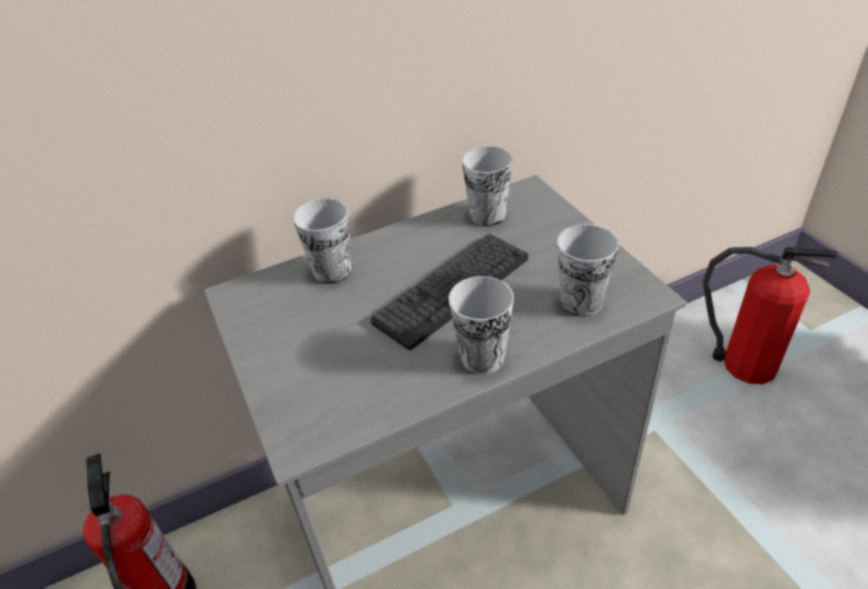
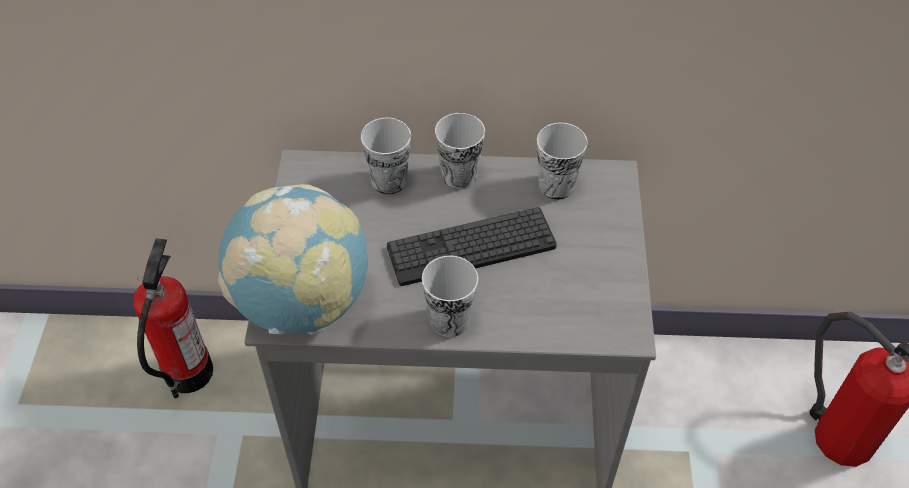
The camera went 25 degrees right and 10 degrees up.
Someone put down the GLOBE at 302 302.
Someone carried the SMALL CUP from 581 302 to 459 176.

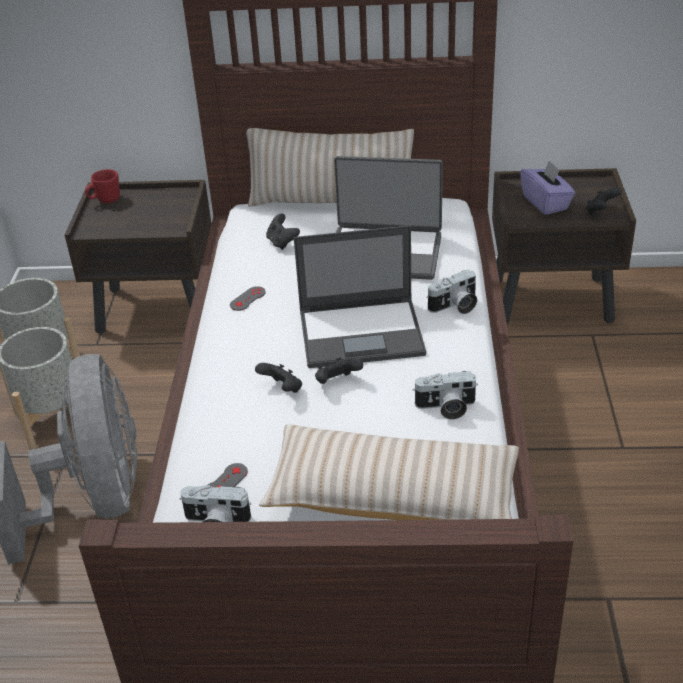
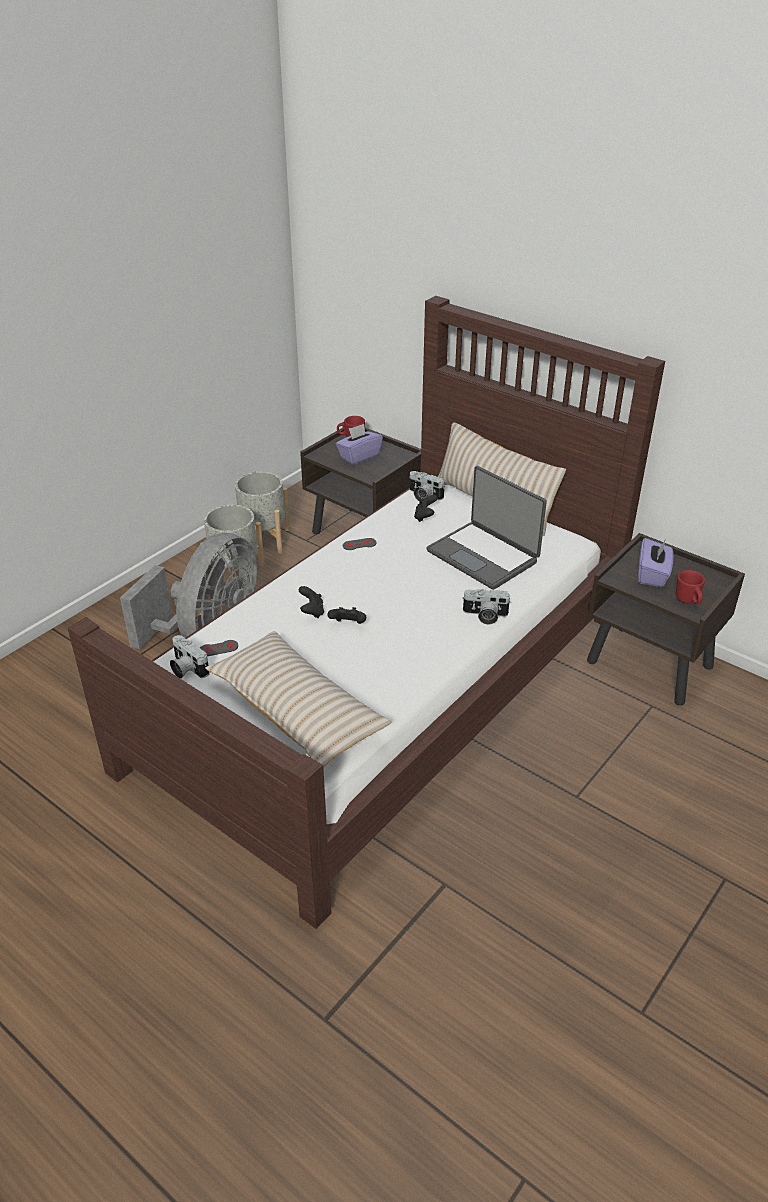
The camera went 35 degrees right and 0 degrees up.
Someone took away the PORTABLE COMPUTER at 363 333.
Someone put down the PURPLE-COLOURED TISSUE BOX at 359 456.
Someone carried the PHOTO CAMERA from 446 408 to 423 496.
Someone swapped the BLACK GAMEPAD at 600 211 for the REDDISH TEA MUG at 688 601.

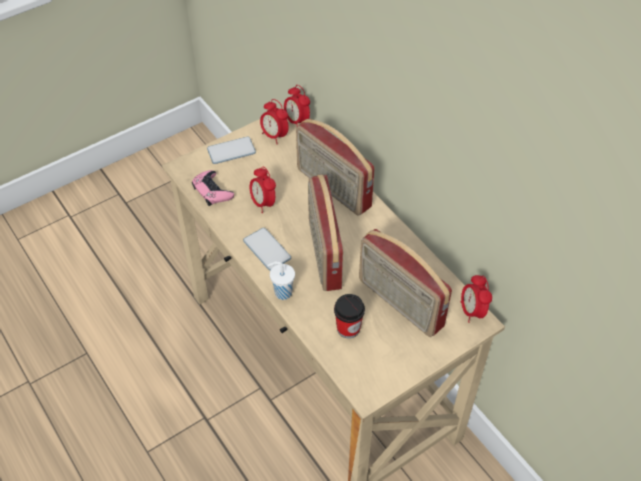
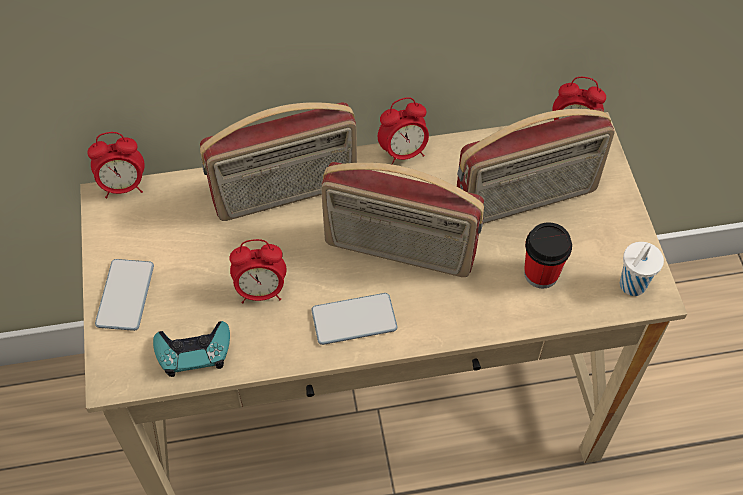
The camera went 65 degrees left and 5 degrees up.
Someone carried the BEDSIDE CLOCK from 274 136 to 403 153.
Someone carried the WHITISH SMALL CUP from 282 292 to 631 286.
Someone repainted the PINK-COLOURED GAMEPAD at 212 191, which became the TURQUOISE GAMEPAD at 194 352.

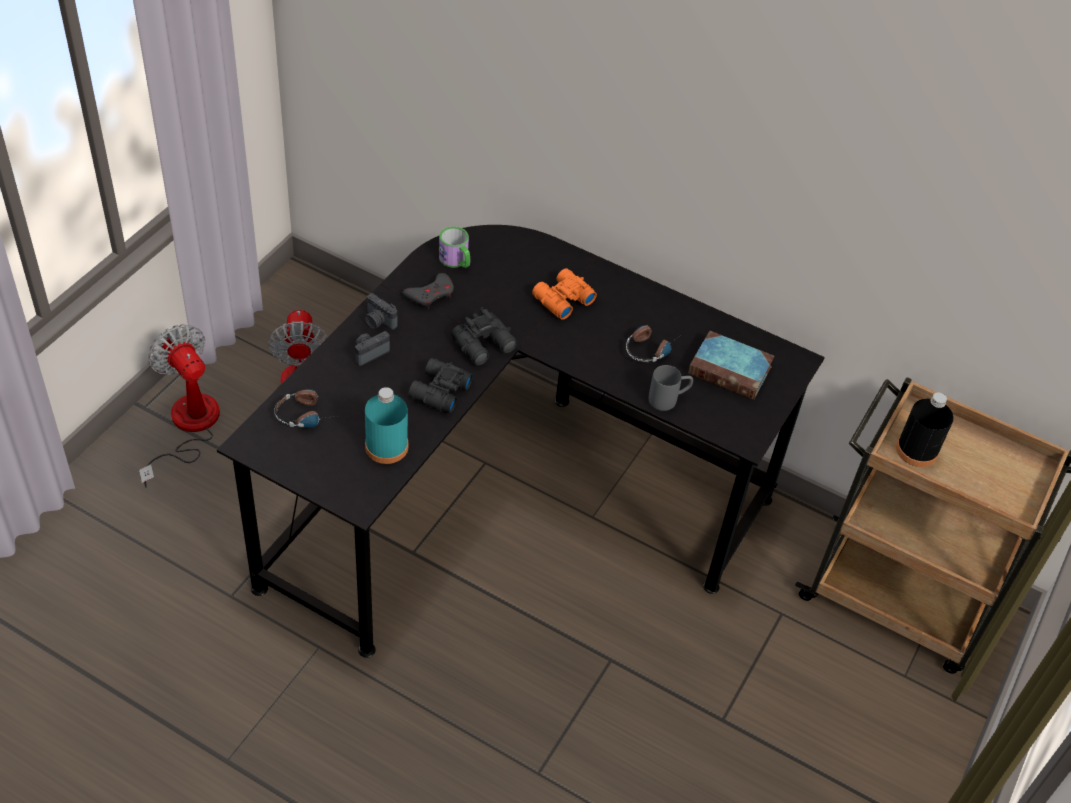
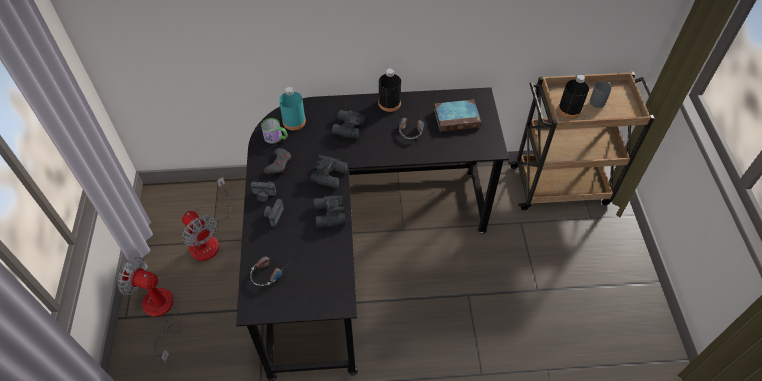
The camera went 30 degrees left and 5 degrees up.
Someone put down the BLACK BOTTLE at 389 103.
Someone carried the TURQUOISE BOTTLE from 386 447 to 294 121.
Someone carried the GRAY TEA MUG from 669 399 to 599 100.
Someone repainted the ORANGE BINOCULARS at 561 300, which became the BLACK BINOCULARS at 347 128.

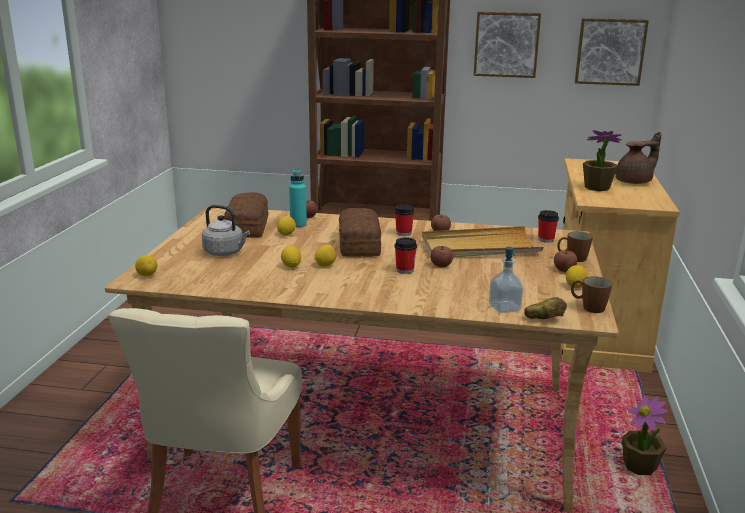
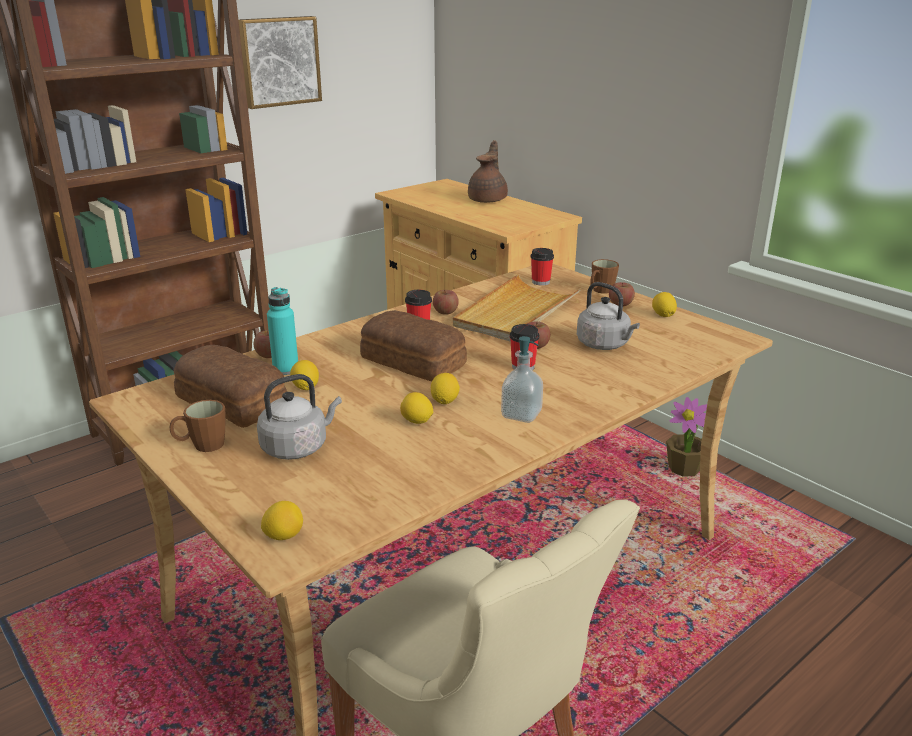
The camera went 50 degrees left and 5 degrees up.
Someone took away the POTATO at 544 319.
Someone took away the PICTURE at 610 51.
Someone took away the PLANT IN A POT at 597 187.
Someone put down the GRAY KETTLE at 605 345.
Someone carried the SOAP BOTTLE from 504 308 to 521 414.
Someone carried the BROWN-COLOURED TEA MUG from 588 307 to 202 446.

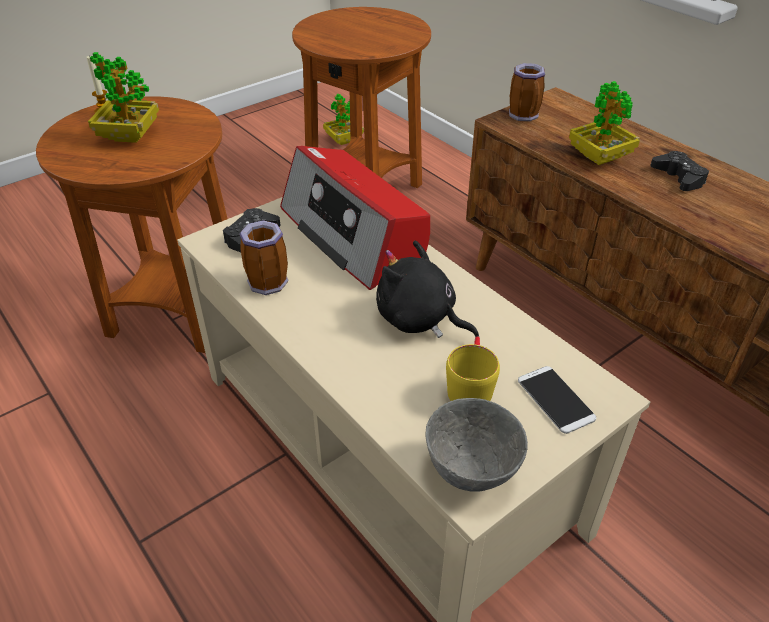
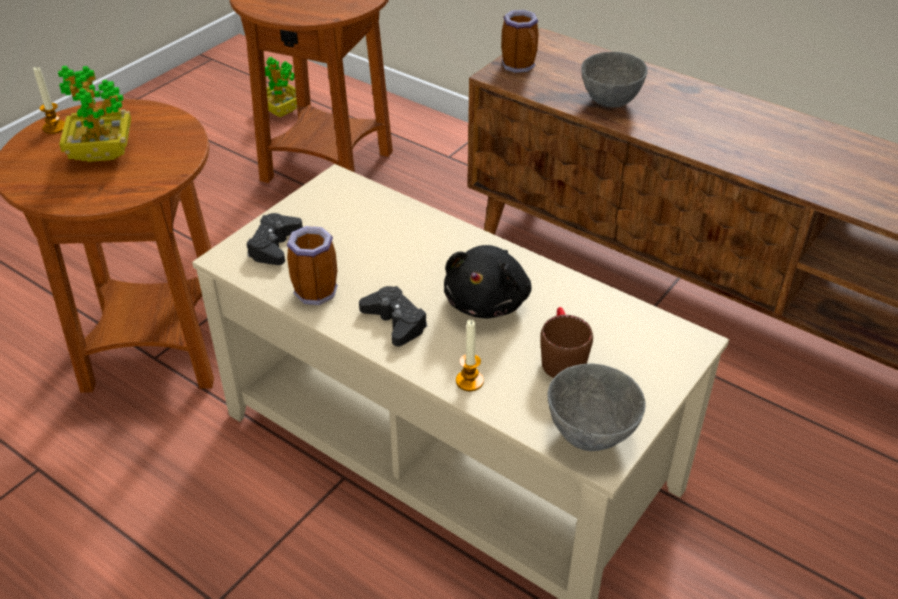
The camera went 15 degrees left and 0 degrees up.
Someone took away the RADIO RECEIVER at 353 234.
Someone took away the TELEPHONE at 555 399.
Someone put down the WAX CANDLE at 469 381.
Someone carried the BLACK GAMEPAD from 678 177 to 395 322.
Someone swapped the PLANT IN A POT at 599 157 for the GRAY DEEP DISH at 611 103.
Someone repainted the YELLOW-COLOURED TEA MUG at 470 386, which became the BROWN-COLOURED TEA MUG at 561 357.
Someone rotated the BLACK SOFT TOY at 419 319 by 90 degrees counterclockwise.

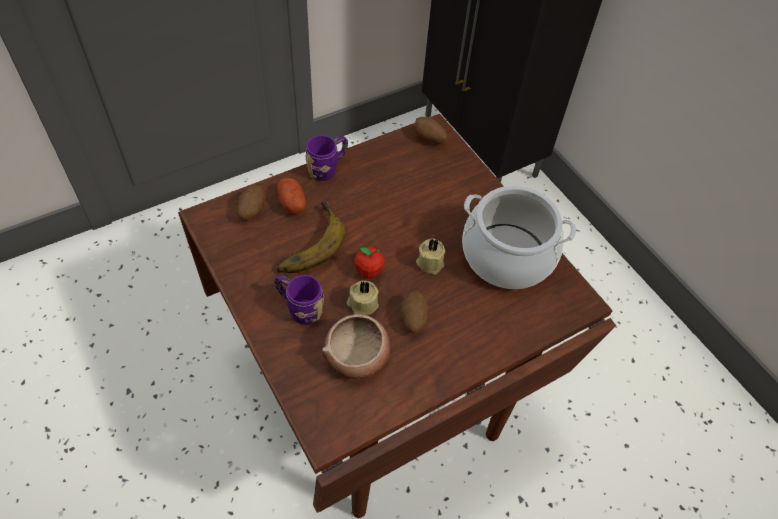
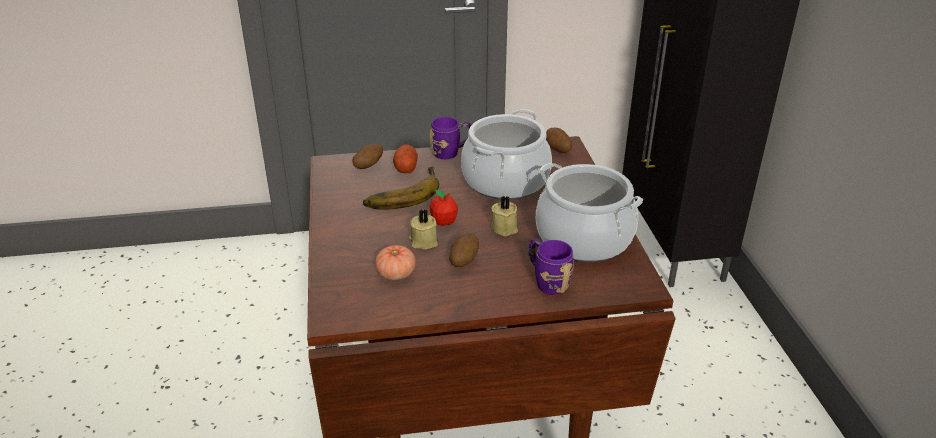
The camera went 25 degrees right and 20 degrees down.
Someone put down the STOCKPOT at 506 181.
Someone carried the PURPLE-COLOURED TEA MUG from 299 308 to 547 281.
Someone swapped the DEEP DISH at 358 356 for the TOMATO at 396 273.

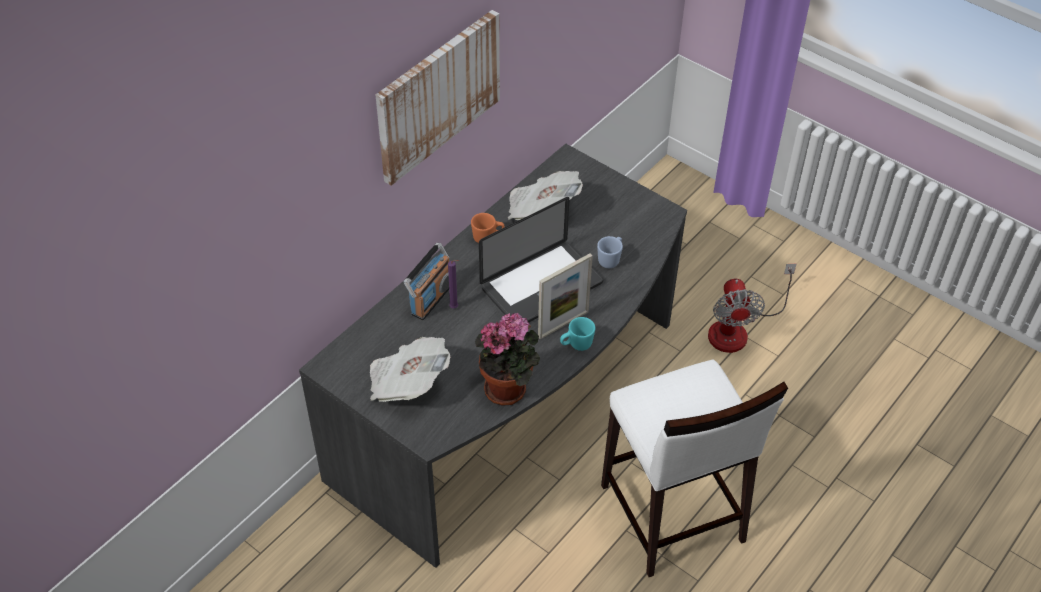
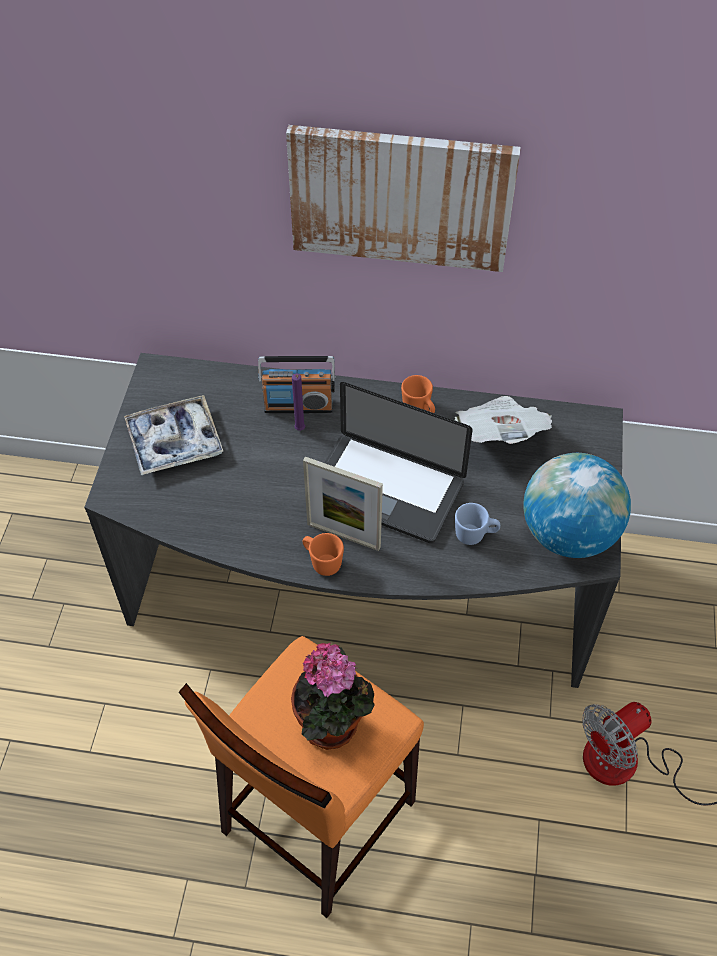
The camera went 60 degrees right and 5 degrees up.
Someone put down the GLOBE at 568 533.
Someone carried the PLANT IN A POT from 509 388 to 334 727.
Someone swapped the NEWSPAPER at 407 383 for the SERVING TRAY at 174 441.
Someone repainted the TURQUOISE TEA MUG at 576 345, which became the ORANGE TEA MUG at 322 562.
Someone repainted the WHITISH STOOL at 671 514, which became the ORANGE STOOL at 316 817.

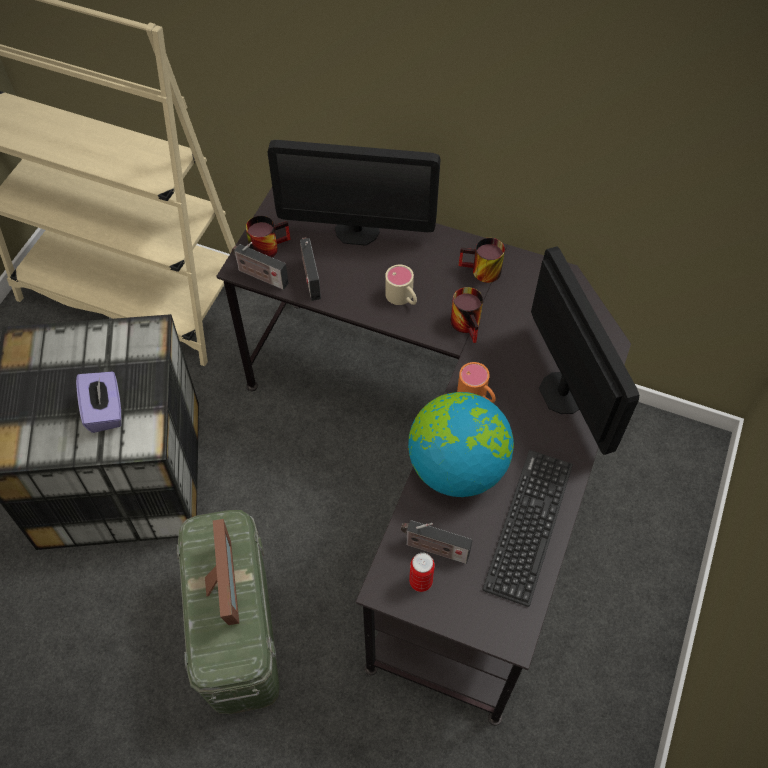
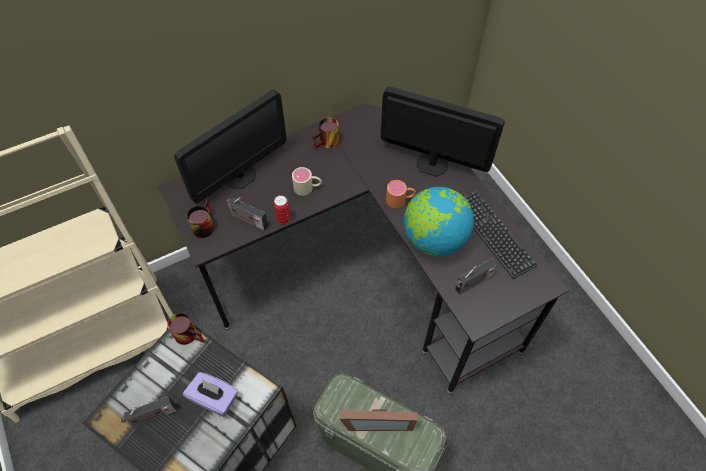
The camera went 50 degrees left and 0 degrees up.
Someone carried the RADIO RECEIVER from 260 276 to 152 417.
Someone carried the CAN from 420 581 to 283 219.
Someone carried the TEA MUG from 469 324 to 190 334.
Someone rotated the PHOTO FRAME at 220 588 by 150 degrees clockwise.

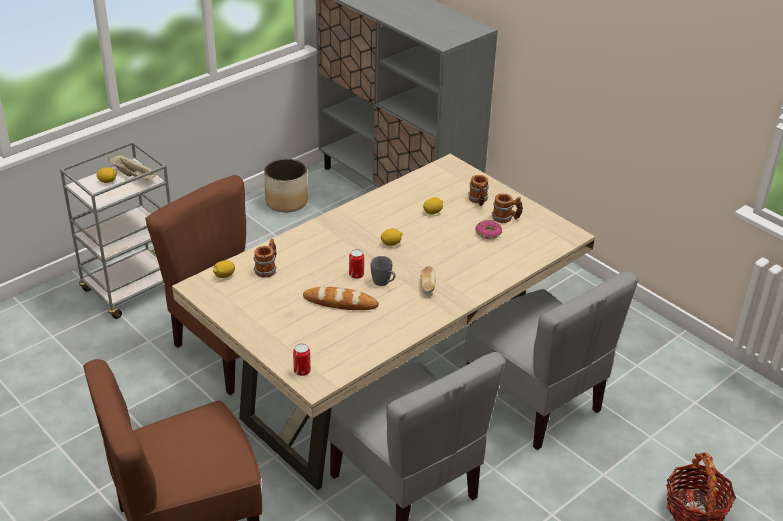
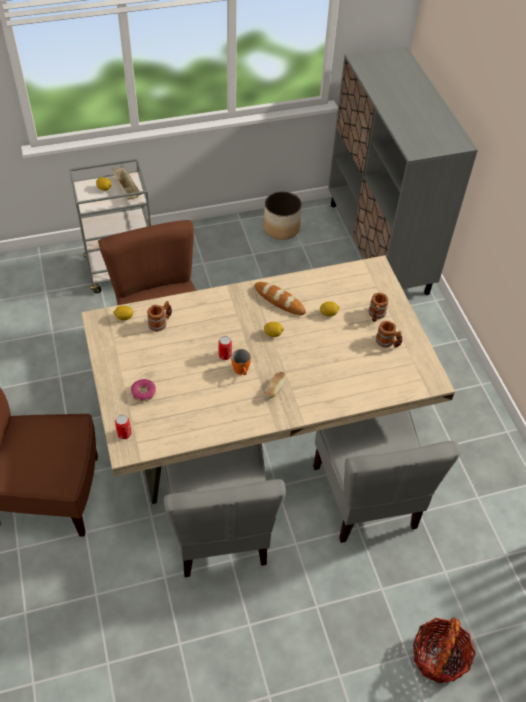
The camera went 25 degrees right and 15 degrees up.
Someone carried the BREAD from 340 302 to 279 300.
Someone carried the RING DOUGHNUT from 488 234 to 143 393.
Someone repainted the GRAY TEA MUG at 384 283, which became the ORANGE TEA MUG at 241 372.

